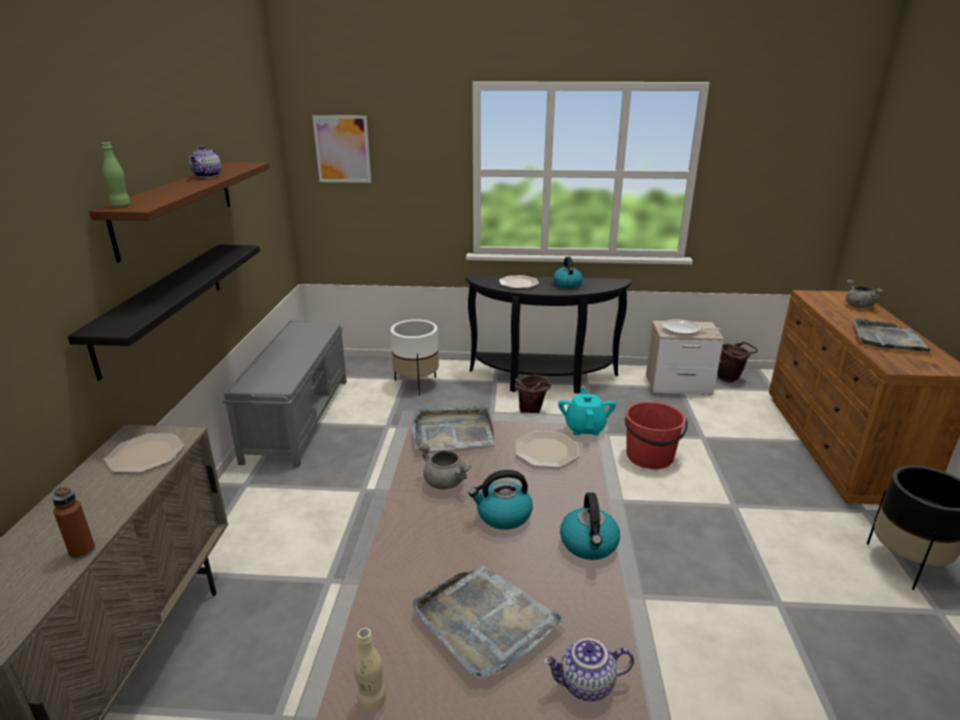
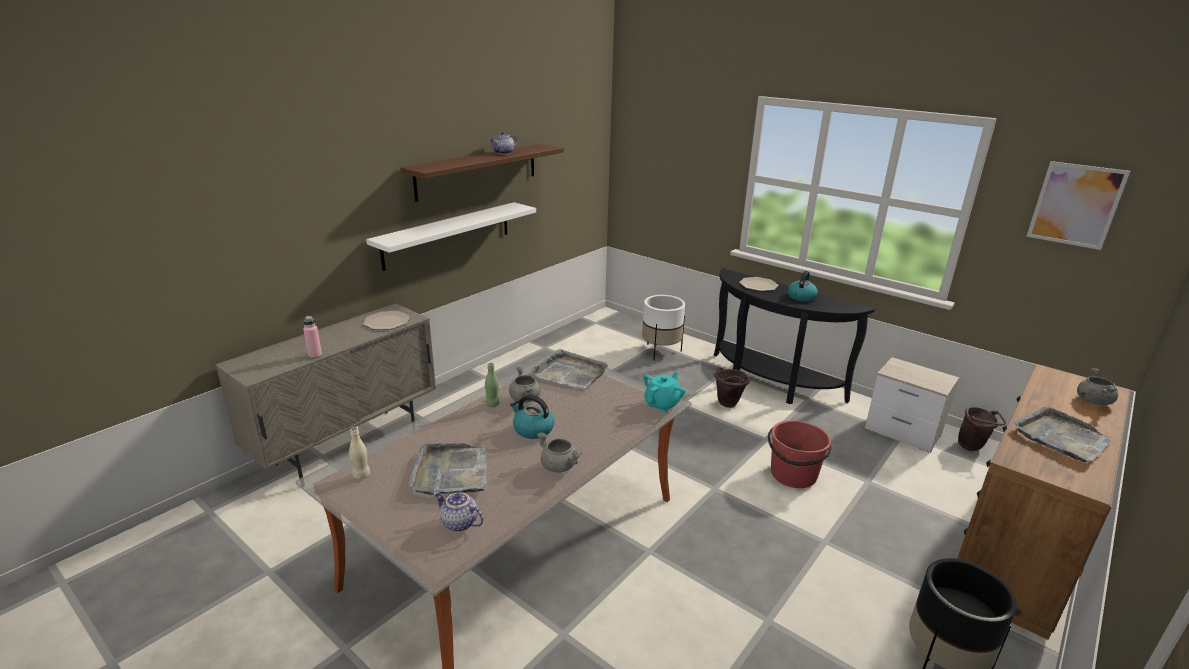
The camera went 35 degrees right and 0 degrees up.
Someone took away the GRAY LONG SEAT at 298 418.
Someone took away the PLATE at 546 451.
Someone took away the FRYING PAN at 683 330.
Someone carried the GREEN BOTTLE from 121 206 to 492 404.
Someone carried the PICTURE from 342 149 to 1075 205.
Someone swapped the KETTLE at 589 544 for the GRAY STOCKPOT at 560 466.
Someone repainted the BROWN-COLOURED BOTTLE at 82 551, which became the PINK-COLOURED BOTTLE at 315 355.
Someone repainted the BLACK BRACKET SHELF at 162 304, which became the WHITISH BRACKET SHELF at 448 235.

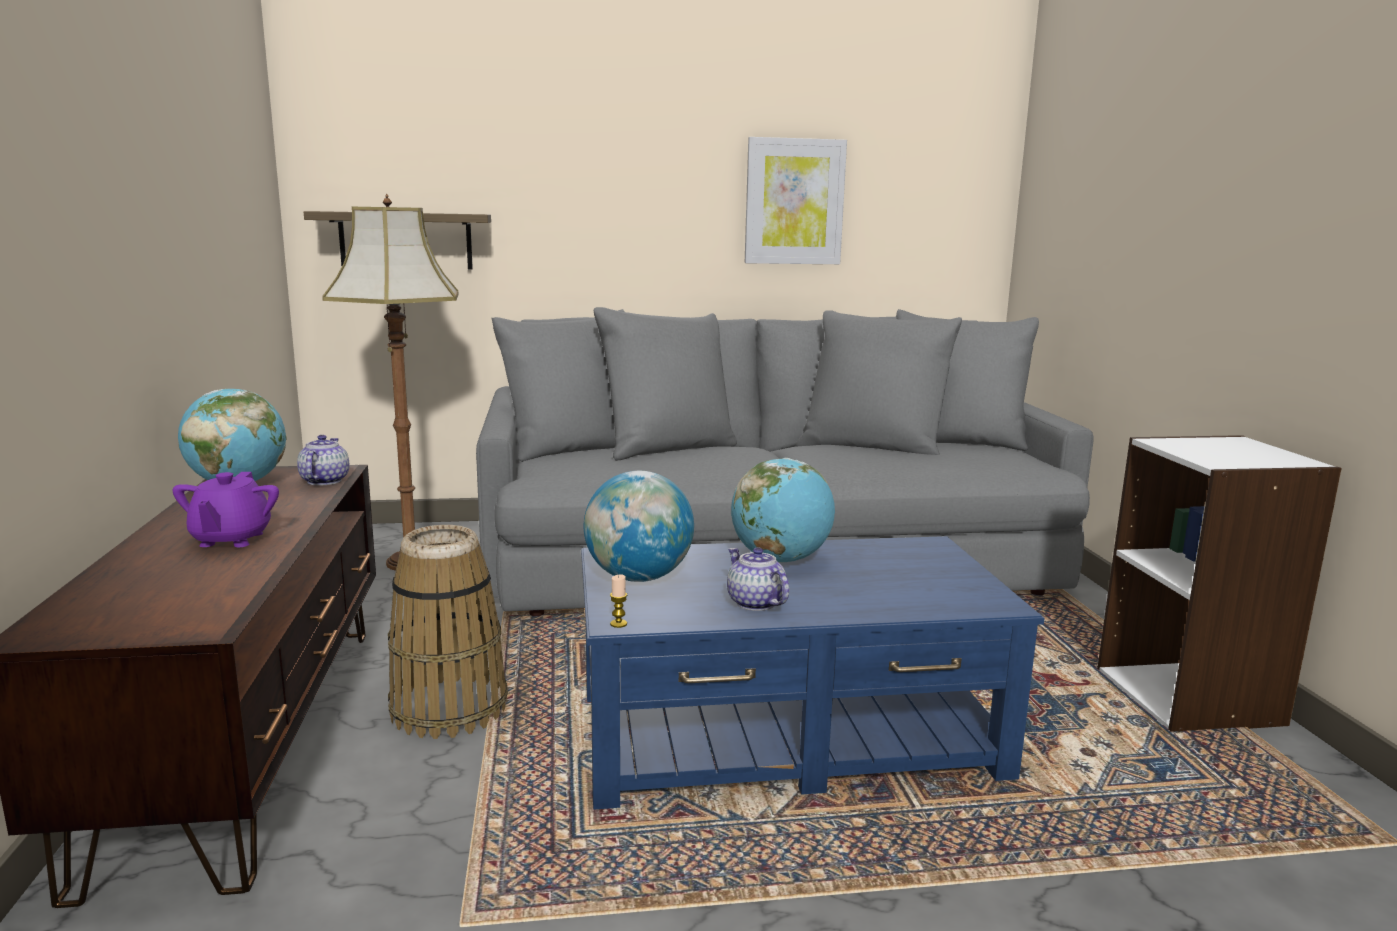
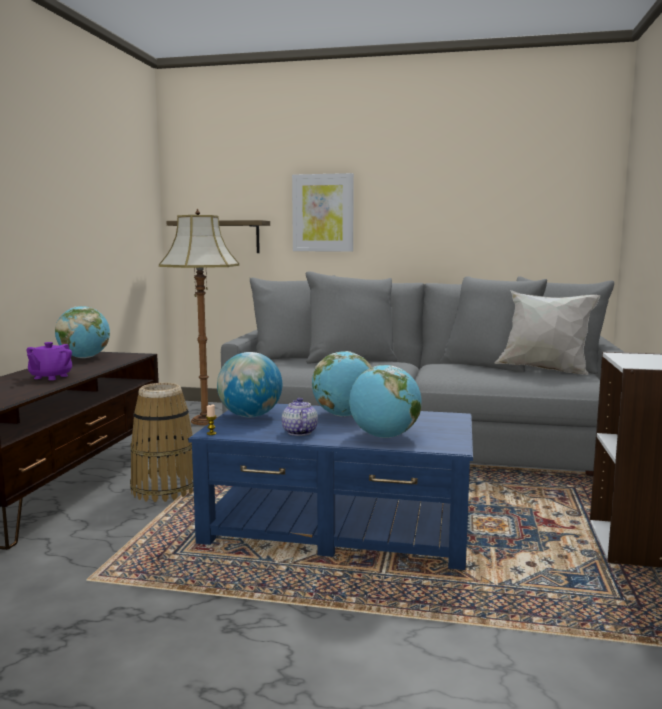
The camera went 20 degrees right and 5 degrees down.
Someone took away the TEA POT at 324 481.
Someone put down the GLOBE at 384 436.
Someone put down the WHITISH PILLOW at 545 371.
Someone carried the PICTURE from 794 202 to 323 213.

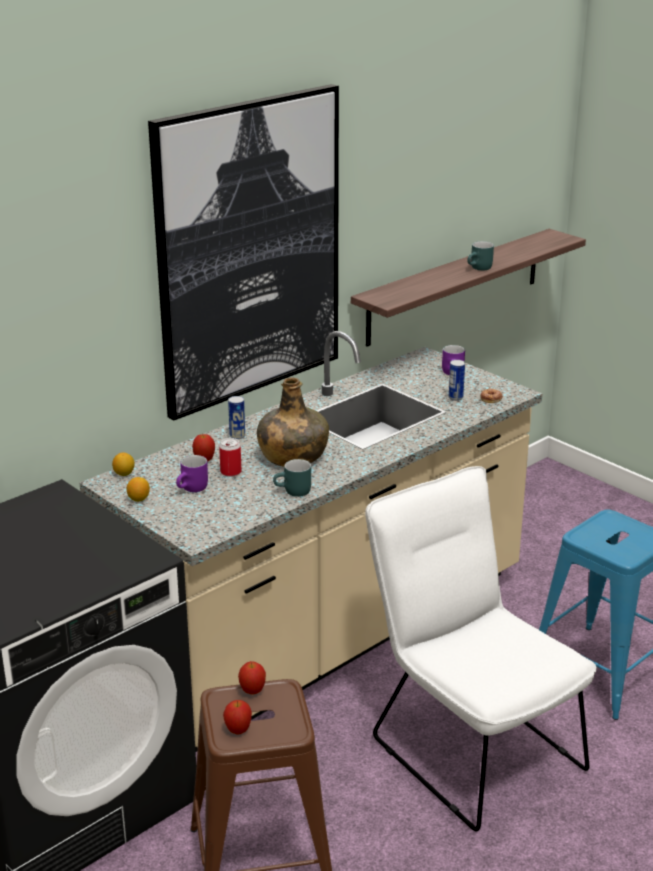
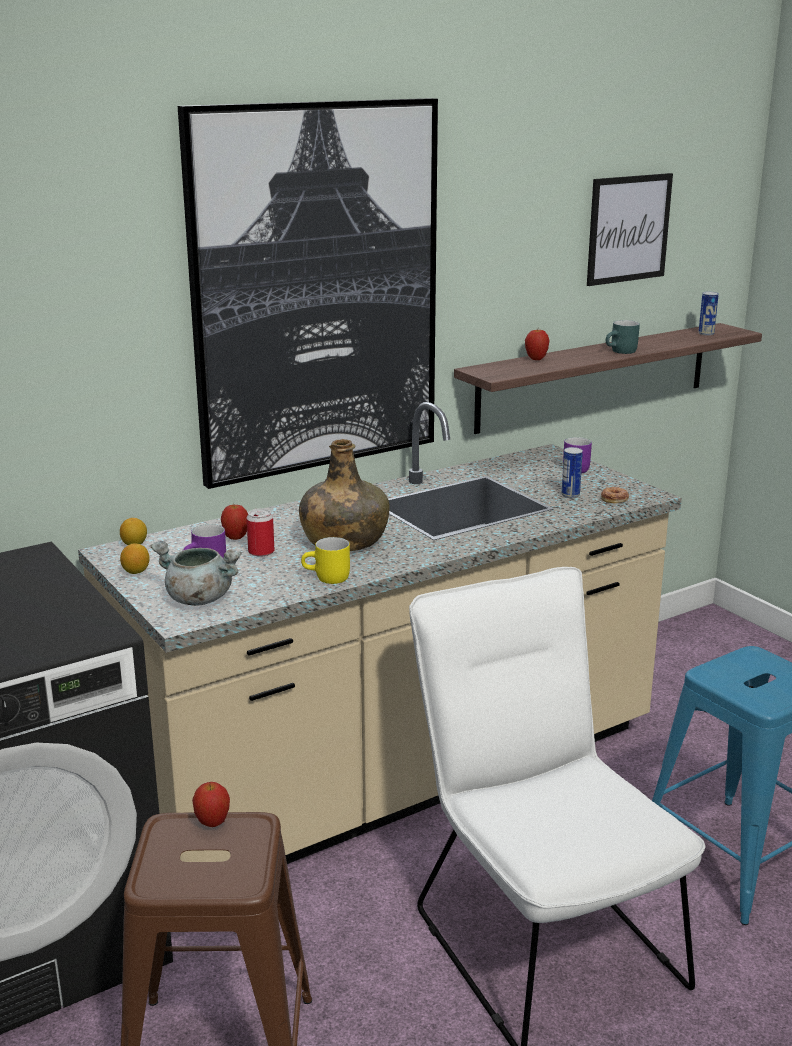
The camera went 10 degrees right and 5 degrees down.
Someone put down the GRAY STOCKPOT at 197 599.
Someone put up the PICTURE at 628 229.
Someone carried the APPLE FRUIT from 238 731 to 536 359.
Someone carried the CAN from 237 436 to 706 333.
Someone repainted the TURQUOISE TEA MUG at 293 492, which became the YELLOW-COLOURED TEA MUG at 327 579.

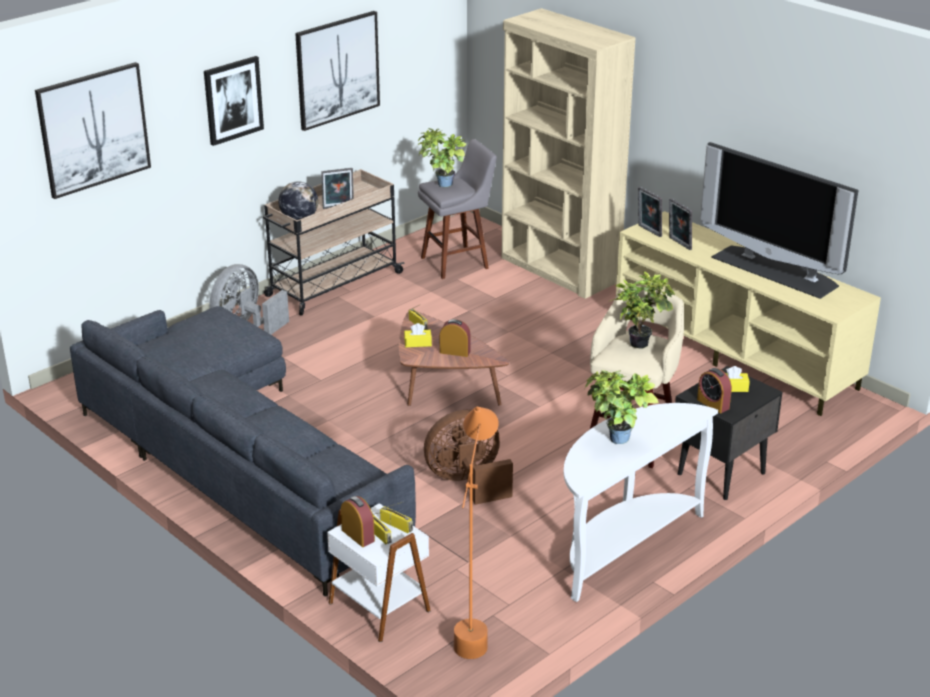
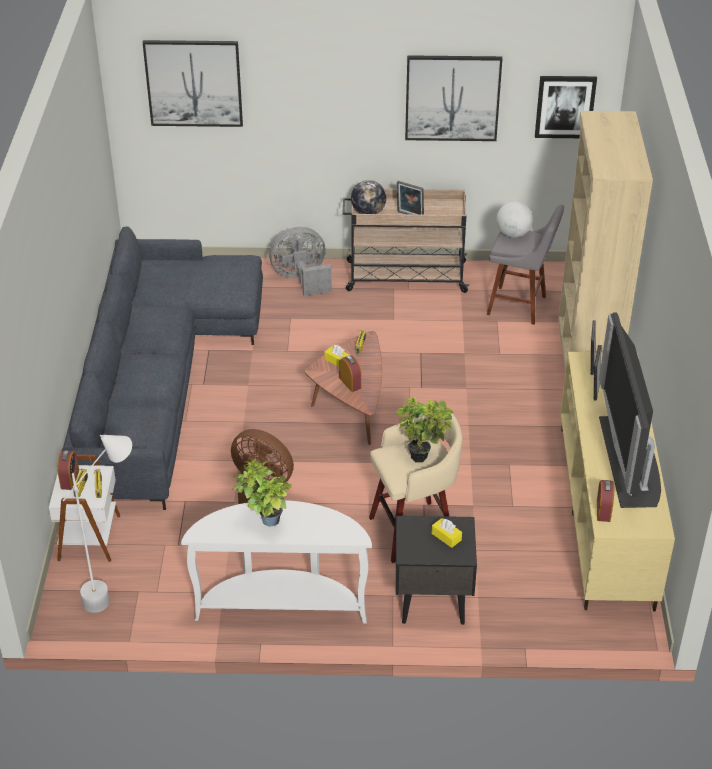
The camera went 45 degrees right and 10 degrees up.
Someone carried the PICTURE from 233 100 to 565 106.
Someone carried the BEDSIDE CLOCK from 713 404 to 603 510.
Someone swapped the PLANT IN A POT at 441 185 for the GLOBE at 513 234.
Someone repainted the ORANGE STANDING LAMP at 474 628, which became the WHITISH STANDING LAMP at 116 591.

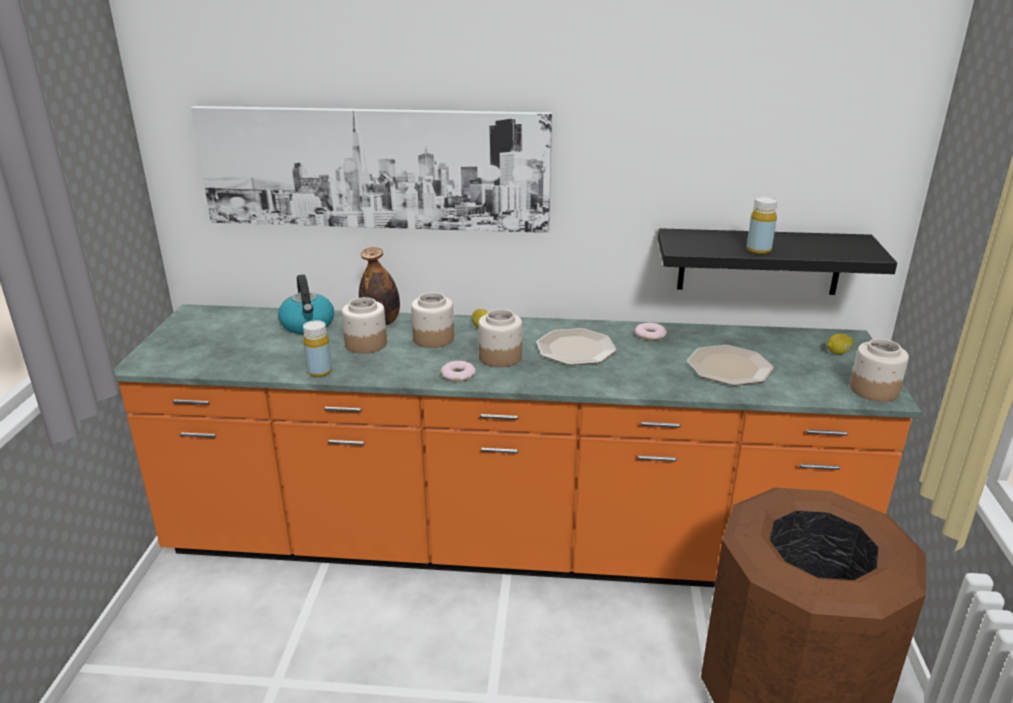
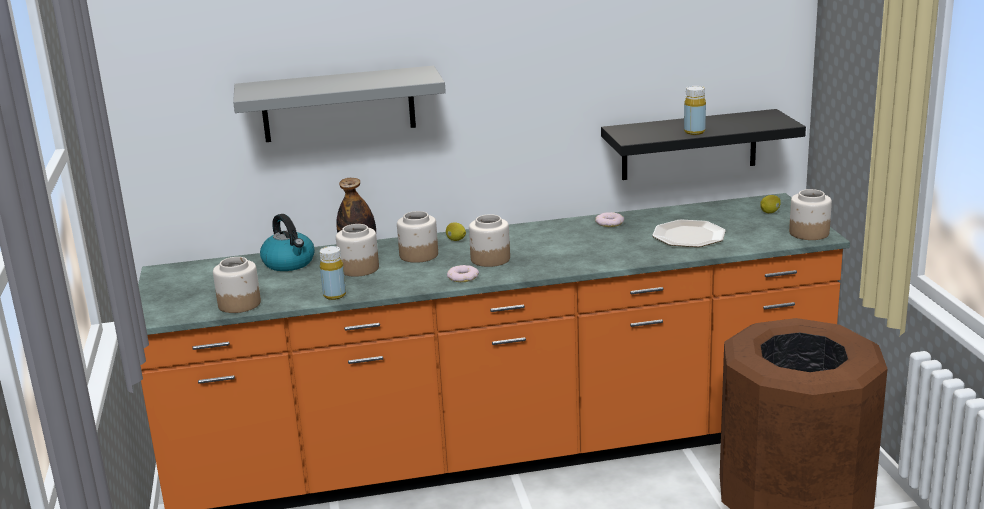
The camera went 15 degrees left and 5 degrees down.
Someone took away the PLATE at 575 349.
Someone put down the STORAGE JAR at 239 304.
Someone swapped the PICTURE at 374 168 for the GRAY BRACKET SHELF at 338 104.

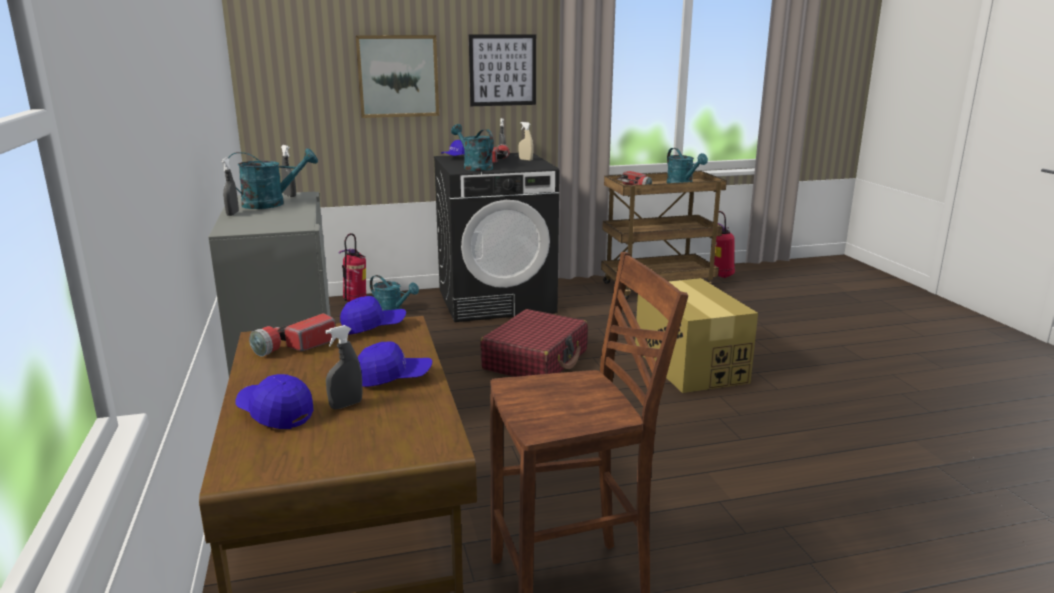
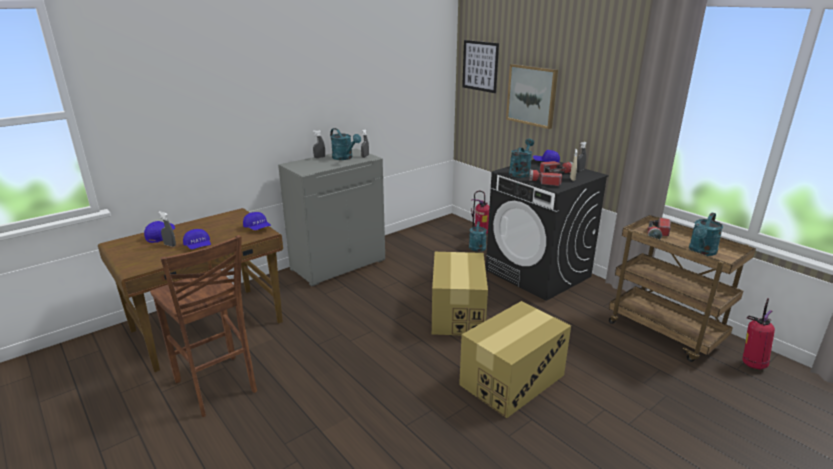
The camera went 65 degrees right and 5 degrees up.
Someone carried the FLASHLIGHT from 295 346 to 544 182.
Someone carried the PICTURE from 502 70 to 480 66.
Someone swapped the REDDISH PIECE OF LUGGAGE at 536 360 for the CARTON at 457 313.

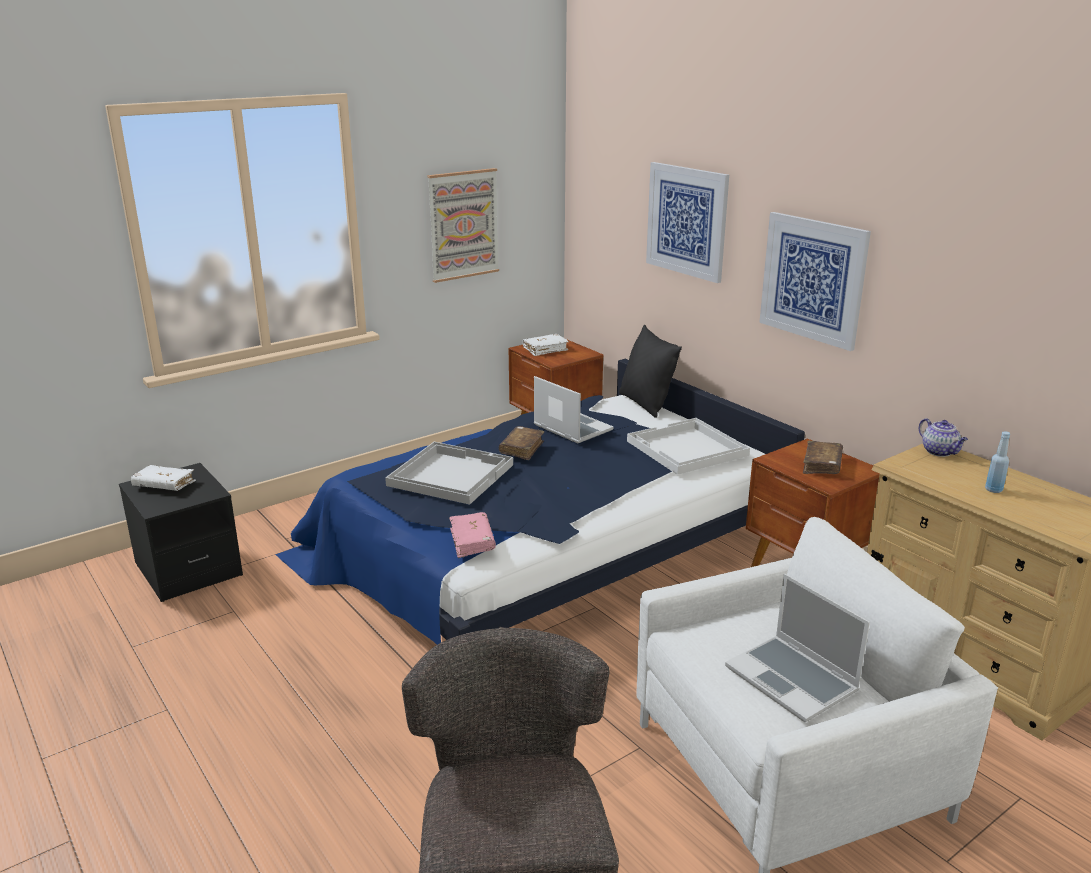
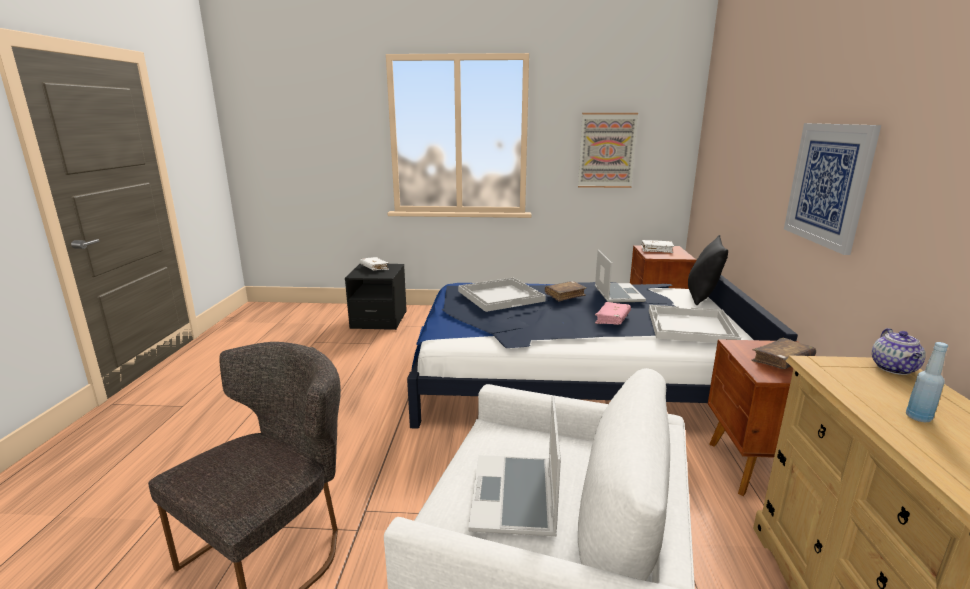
The camera went 40 degrees right and 5 degrees down.
Someone took away the PICTURE at 687 221.
Someone carried the PINK-COLOURED BOOK from 472 541 to 612 319.

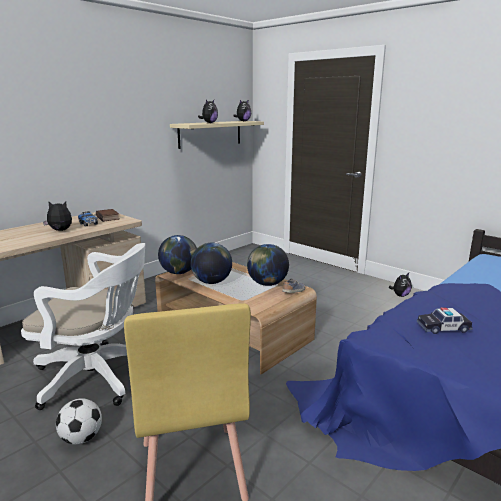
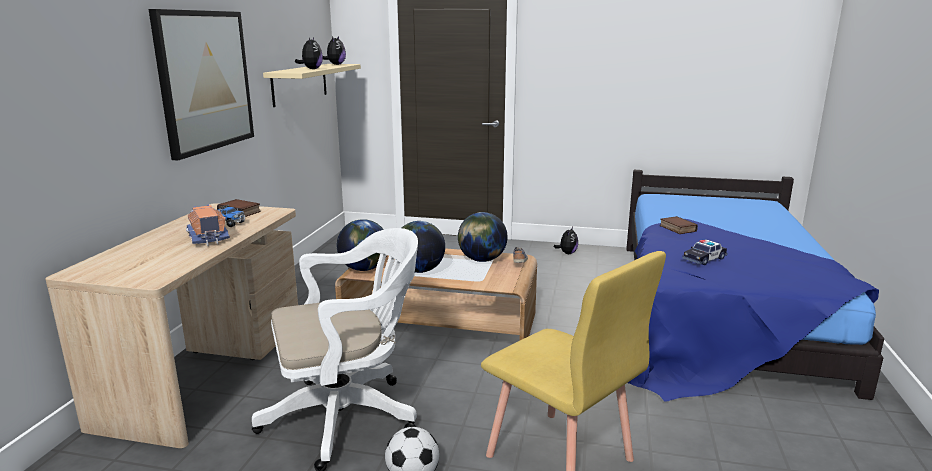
The camera went 30 degrees left and 0 degrees up.
Someone put up the PICTURE at 205 81.
Someone put down the BOOK at 676 228.
Someone swapped the SOFT TOY at 60 231 for the TOY TRUCK at 207 238.

